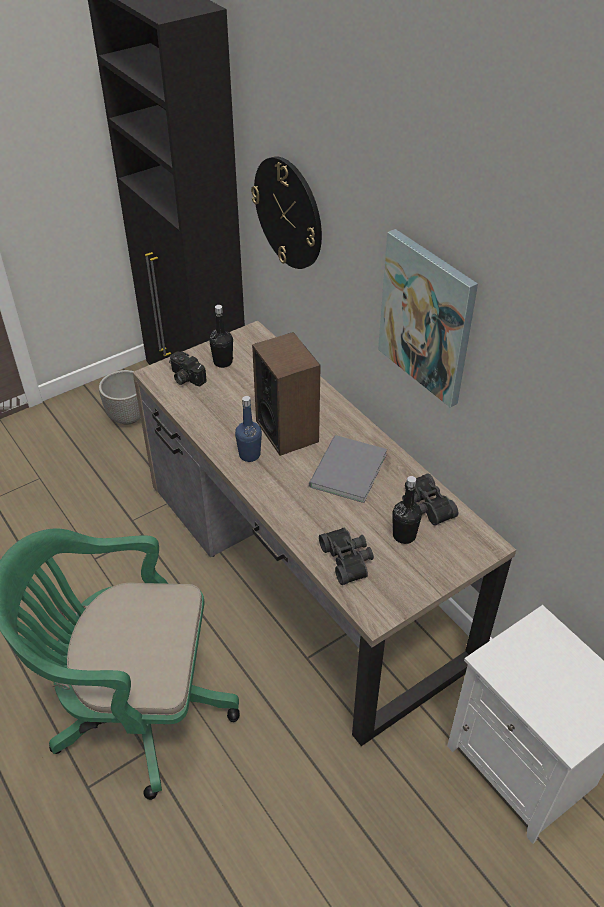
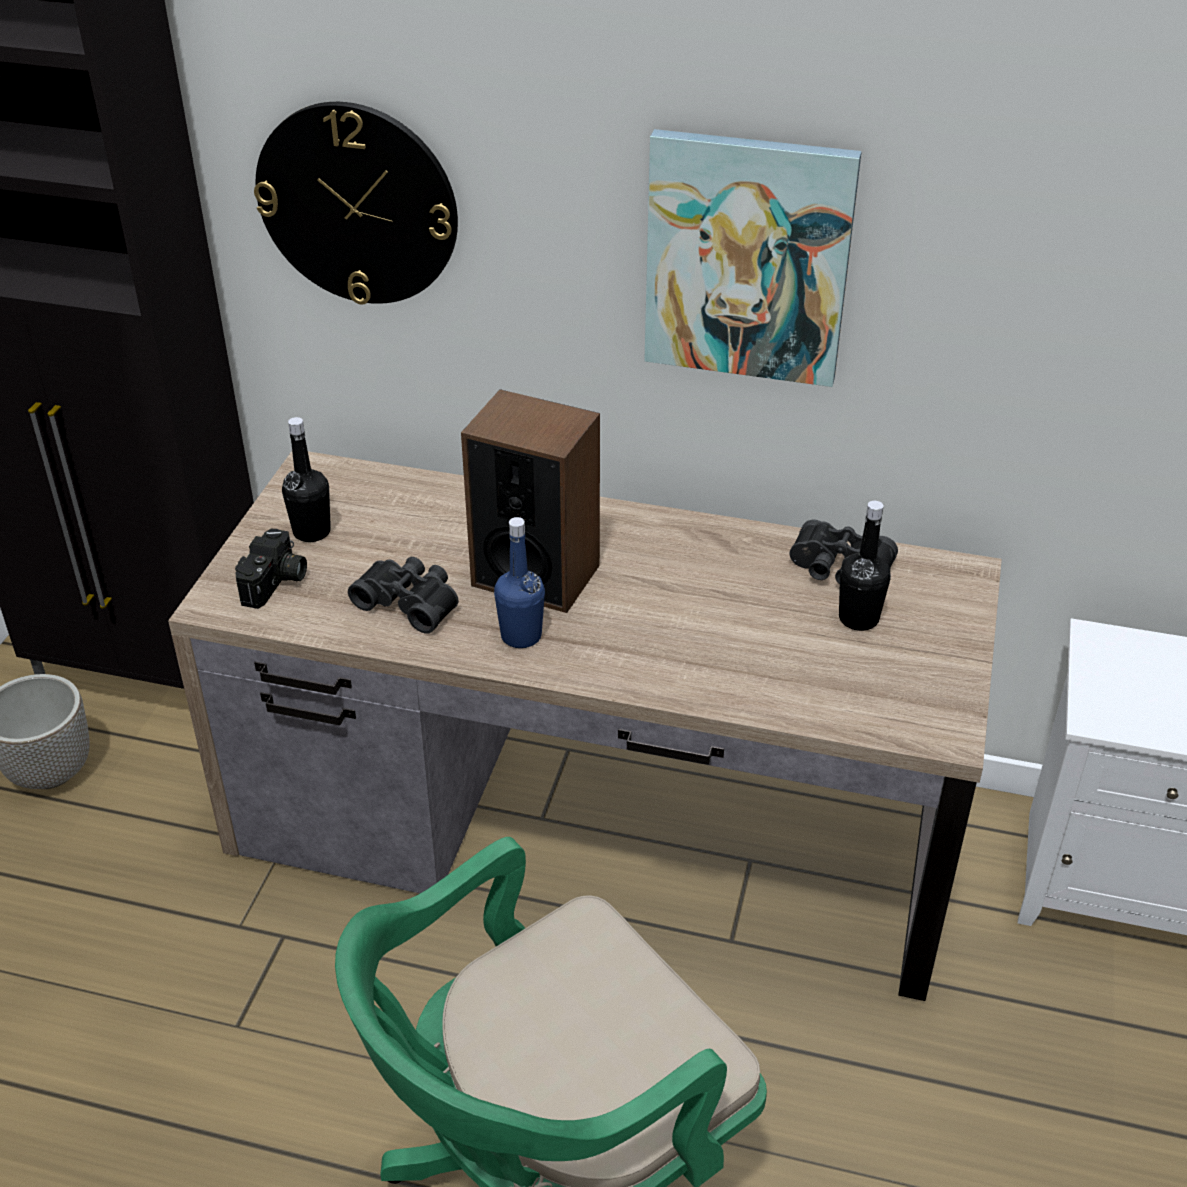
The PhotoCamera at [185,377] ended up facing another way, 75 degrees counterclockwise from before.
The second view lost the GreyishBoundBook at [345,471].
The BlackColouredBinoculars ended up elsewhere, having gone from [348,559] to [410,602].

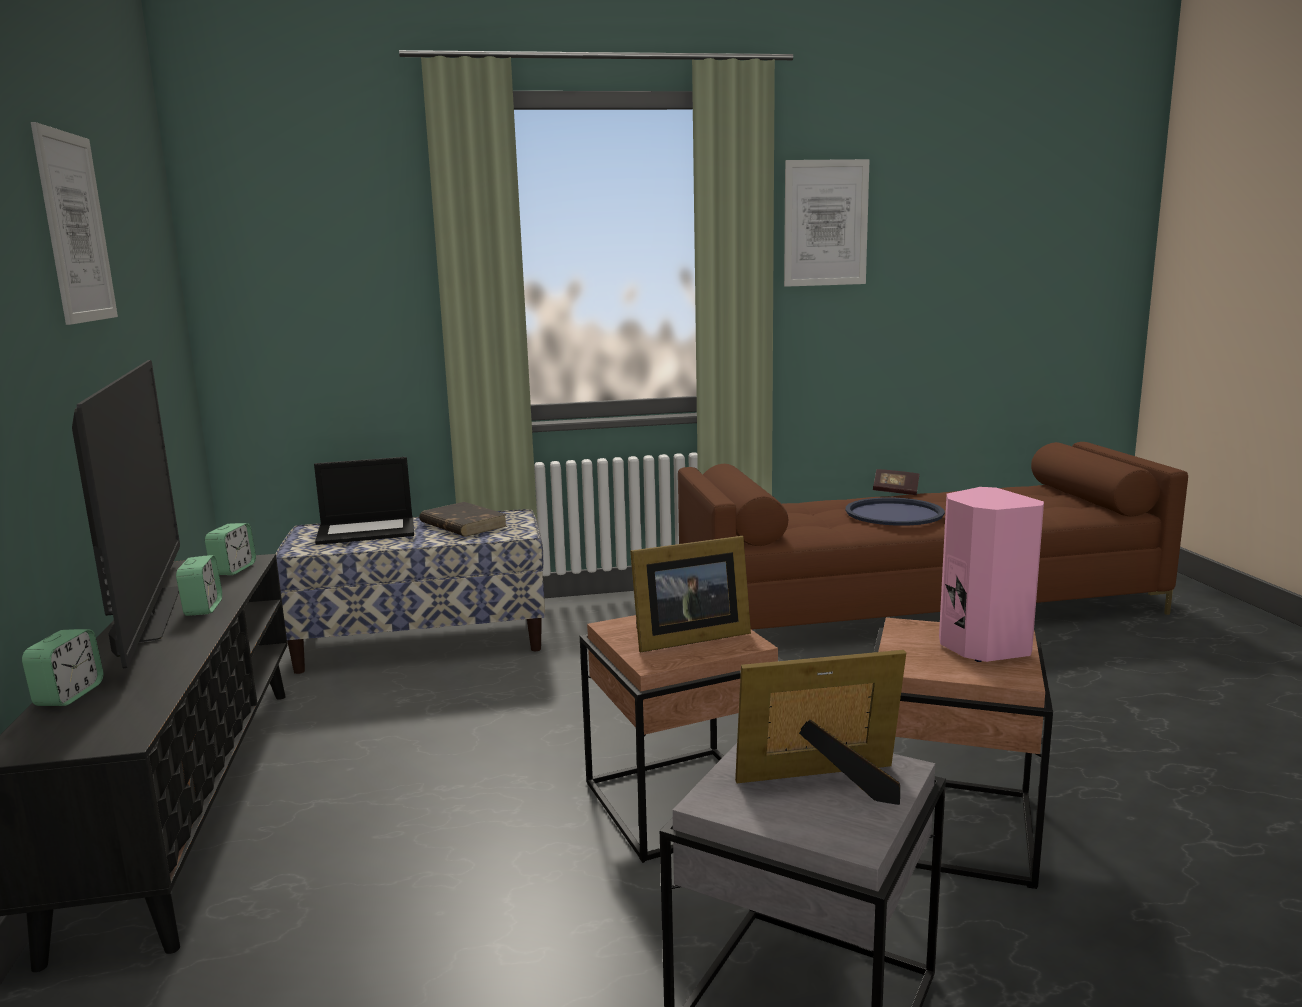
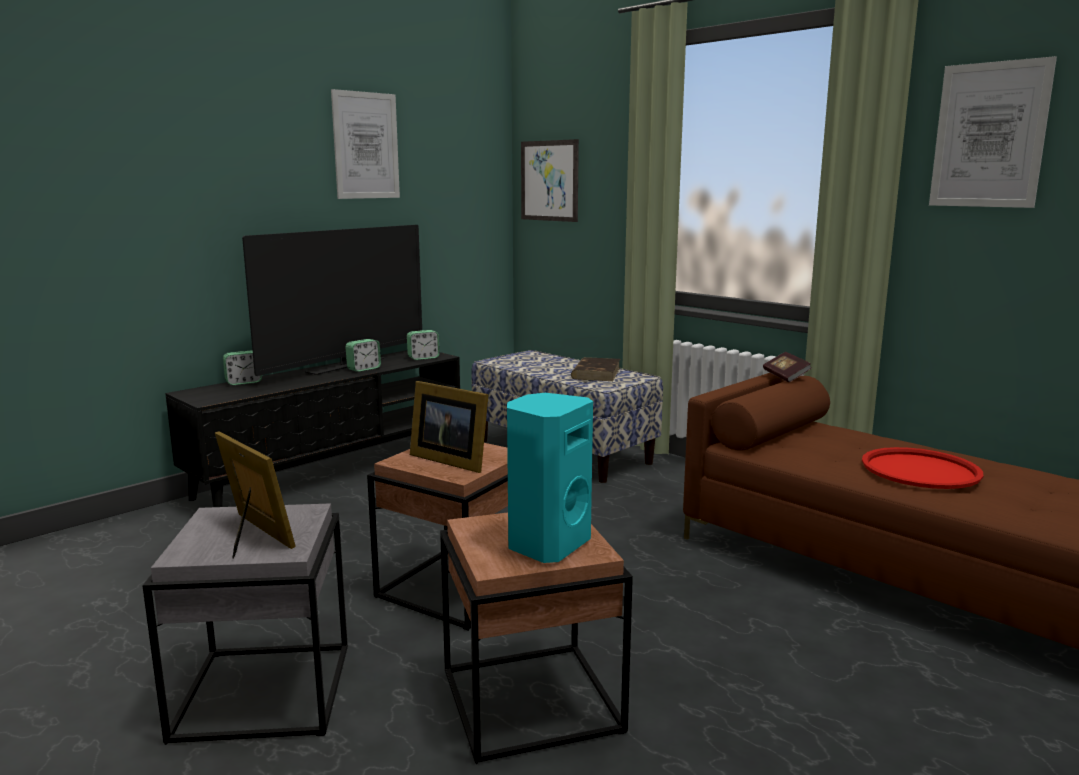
The second view lost the PortableComputer at [367,531].
The BoundBook ended up elsewhere, having gone from [895,491] to [786,376].
What was the PinkSpeaker at [980,648] turned into the TurquoiseSpeaker at [546,545].
What was the BlueServingTray at [894,513] turned into the RedColouredServingTray at [920,470].
The second view gained the Picture at [549,181].

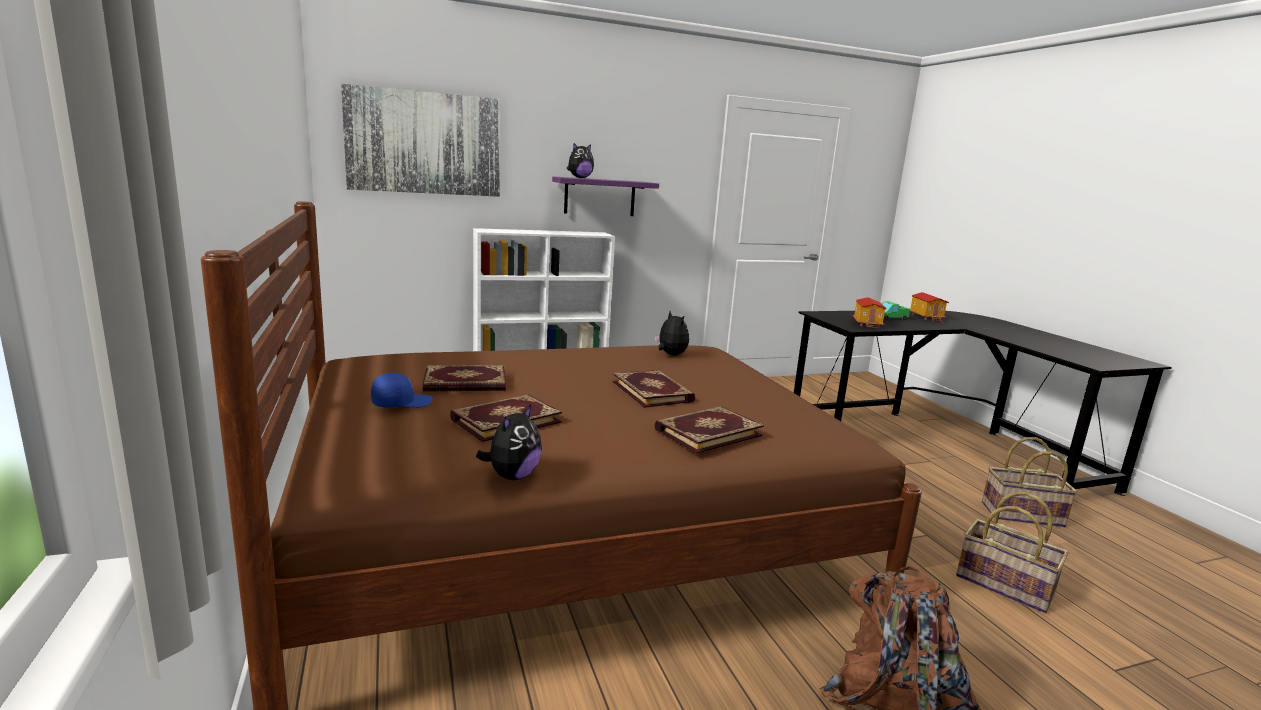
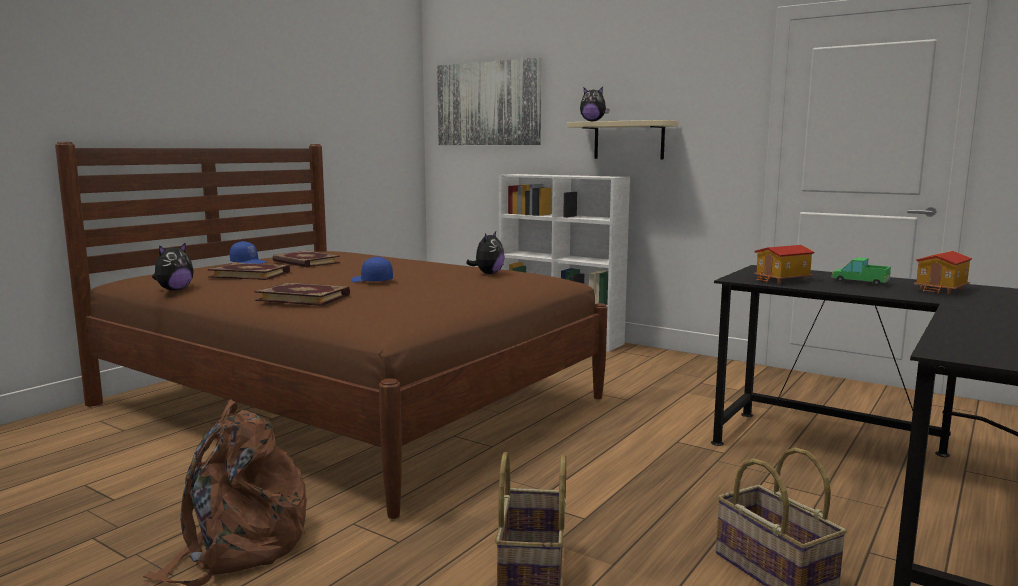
What was the PurpleColouredShelf at [600,197] turned into the BeigeColouredShelf at [629,140].
Where the BoundBook stood at [653,391], the BlueCap came to stand at [371,281].
The PlushToy at [512,476] ended up facing another way, 45 degrees counterclockwise from before.

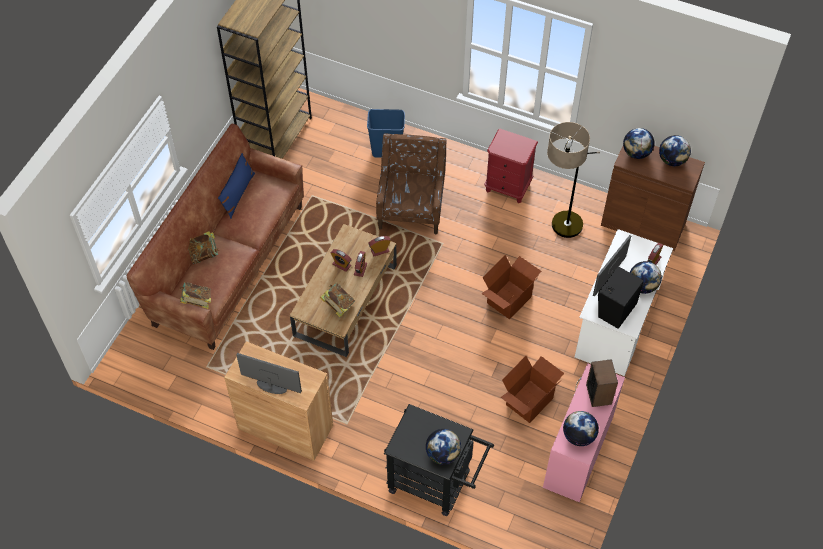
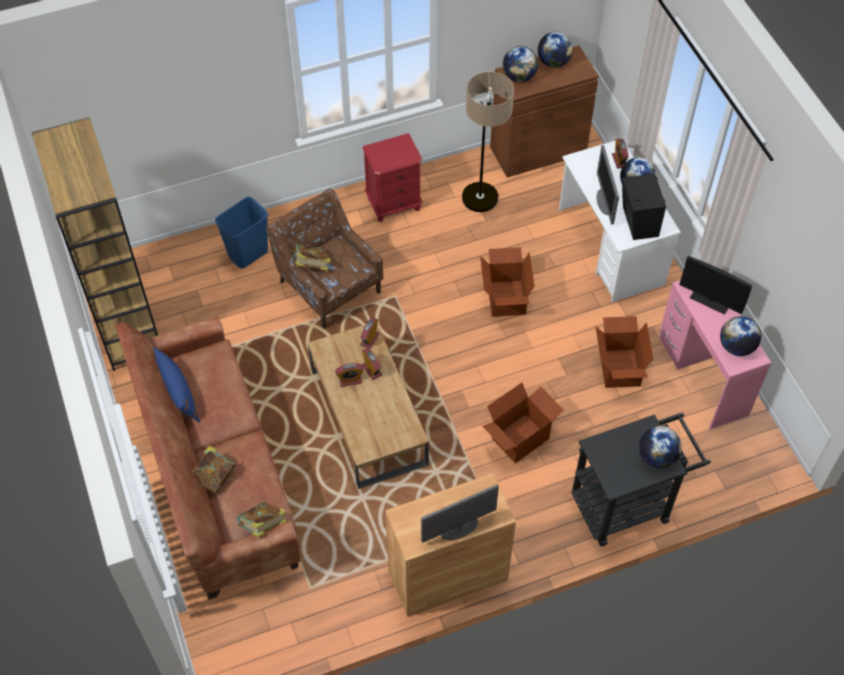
The BoundBook ended up elsewhere, having gone from [338,306] to [311,265].
Where the Speaker stood at [599,394], the Monitor came to stand at [710,300].
The second view gained the Carton at [519,437].

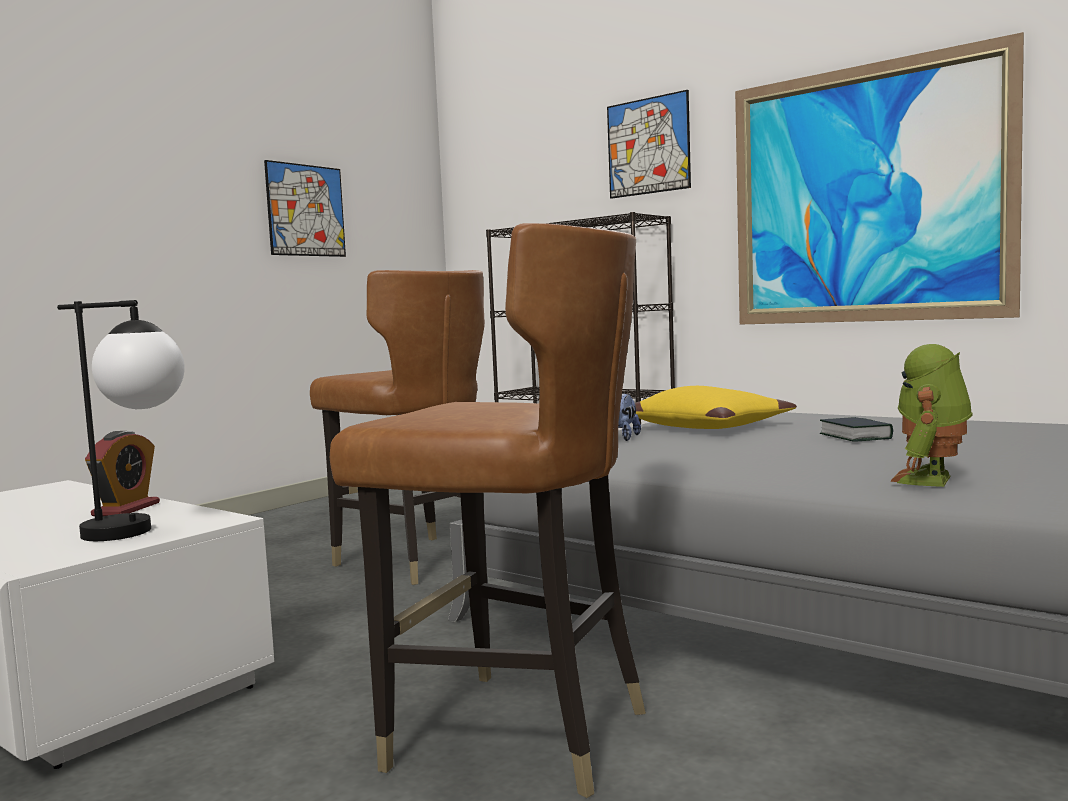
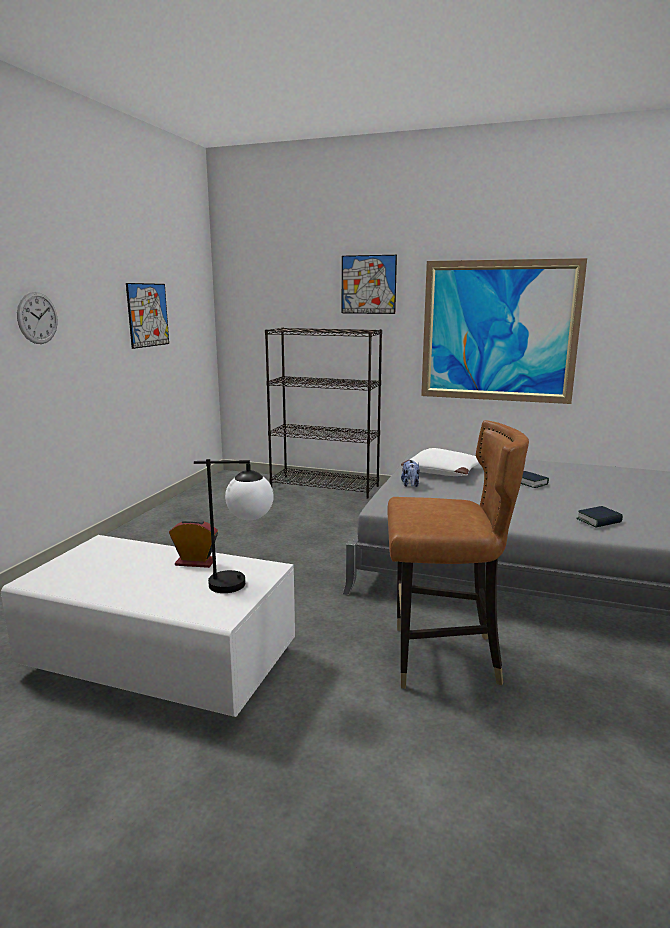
The second view lost the BrownUprightChair at [415,561].
Where the ToyRobot stood at [931,480], the BoundBook came to stand at [599,521].
What was the YellowColouredCushion at [709,427] turned into the WhiteCushion at [443,472].
The BedsideClock at [126,509] ended up facing another way, 75 degrees counterclockwise from before.
The second view gained the ClockOnTheWall at [37,318].

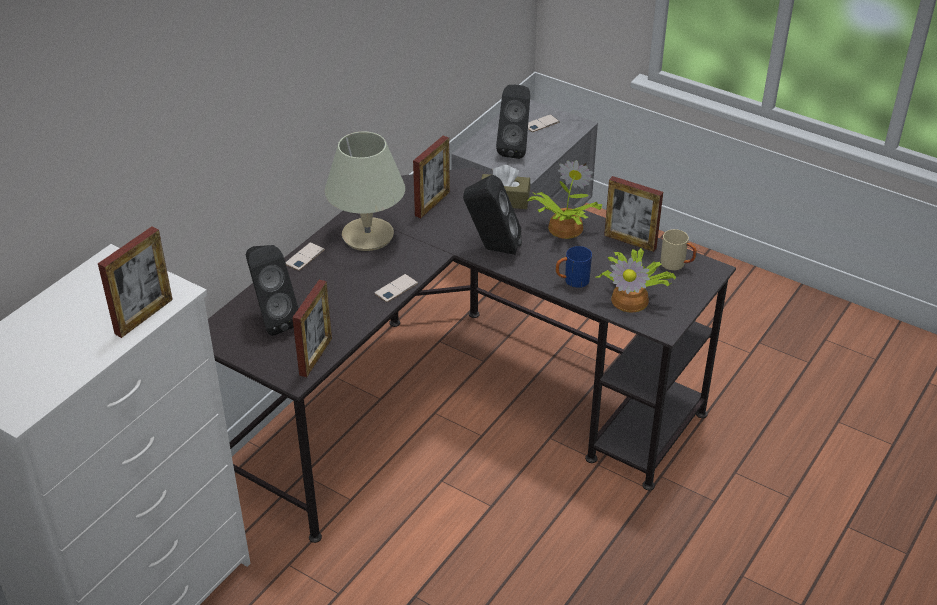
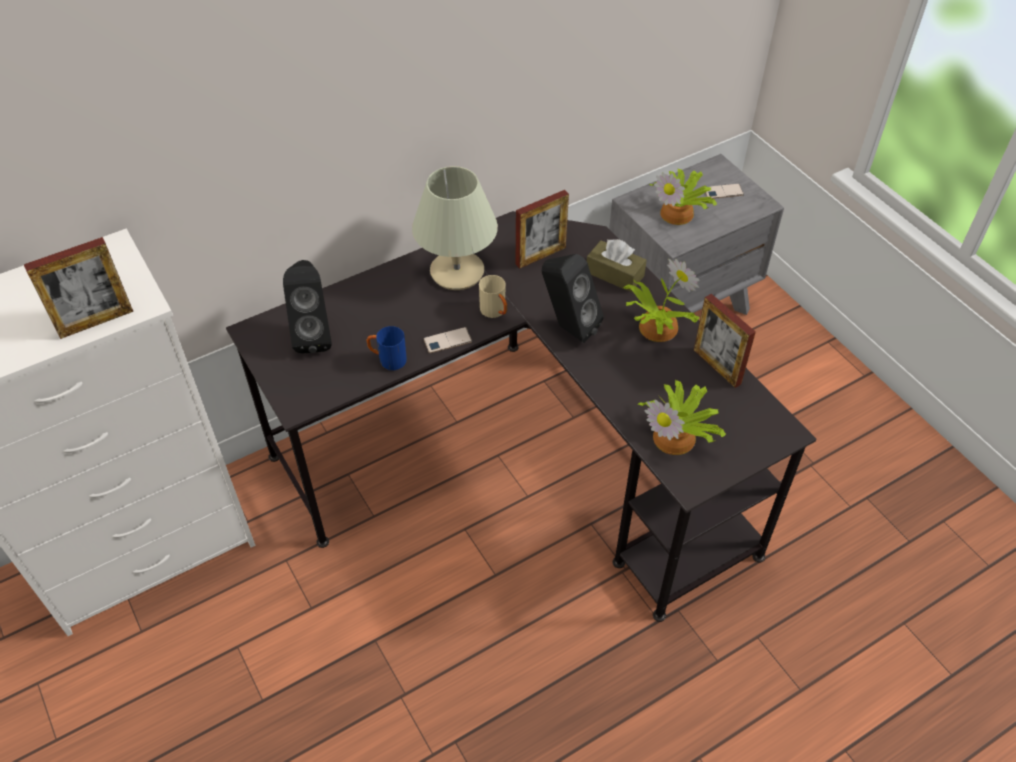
Where the BlackColouredSpeaker stood at [515,149], the PlantInAPot came to stand at [679,213].
The BeigeColouredTeaMug ended up elsewhere, having gone from [677,265] to [495,312].
The second view lost the Handset at [304,257].
The BlueTeaMug ended up elsewhere, having gone from [572,281] to [387,360].
The second view lost the StandingFrame at [315,356].

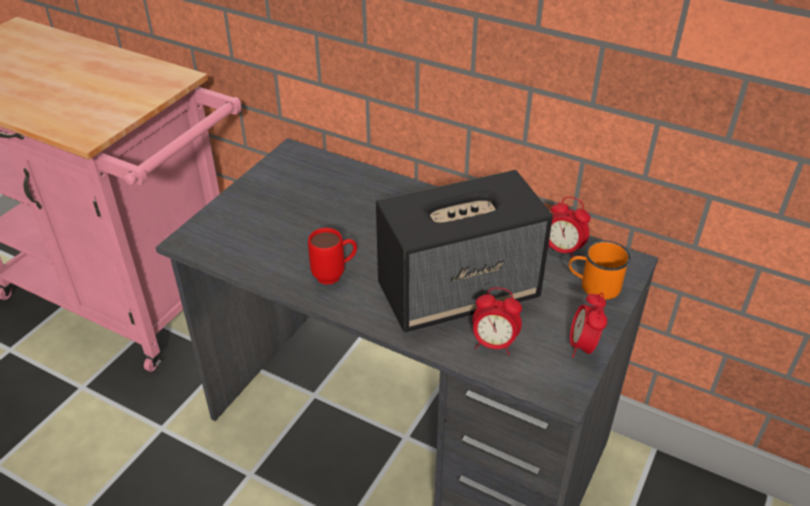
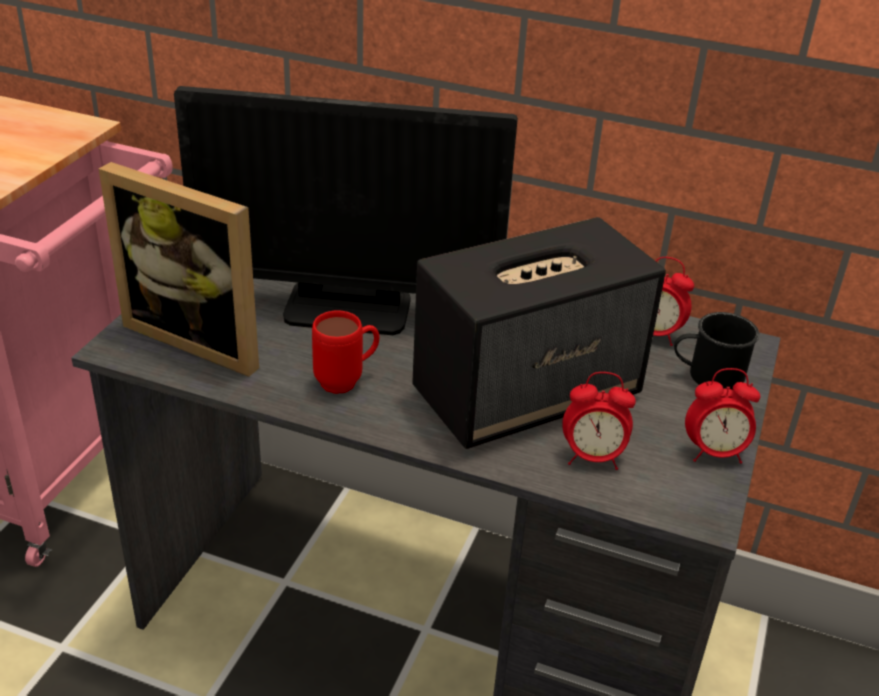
What was the OrangeTeaMug at [594,285] turned into the BlackColouredTeaMug at [707,376].
The BedsideClock at [583,346] ended up facing another way, 90 degrees counterclockwise from before.
The second view gained the Monitor at [348,308].
The second view gained the StandingFrame at [202,337].

